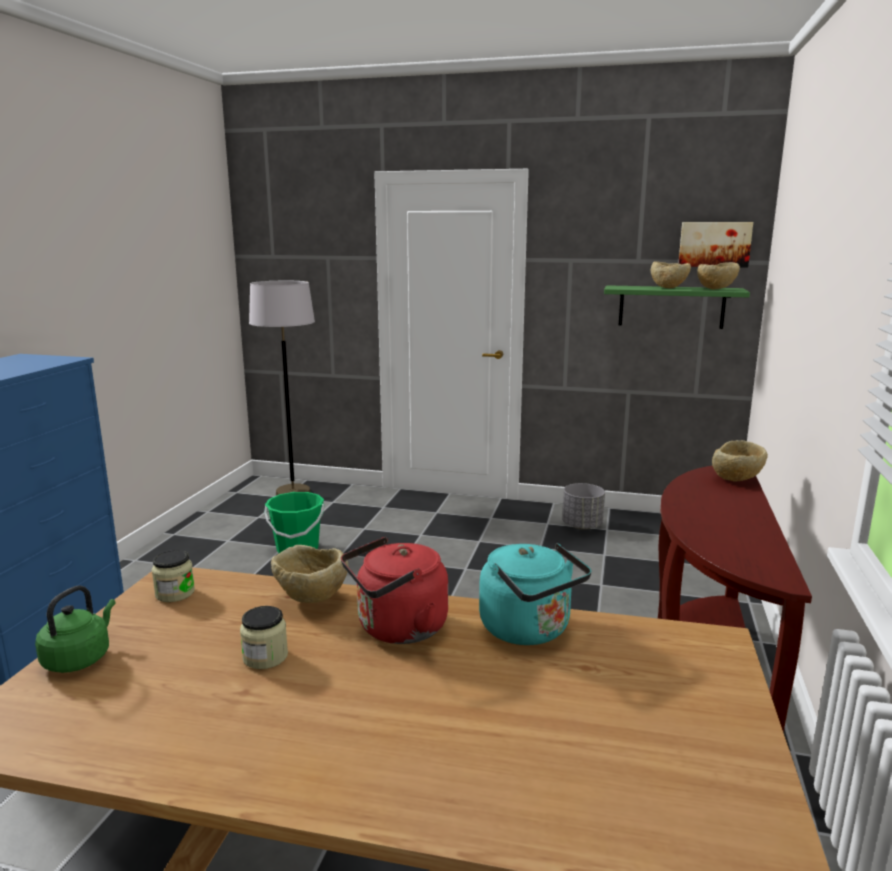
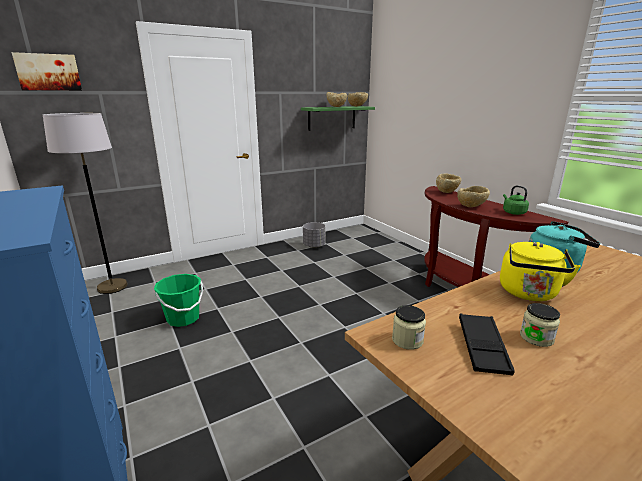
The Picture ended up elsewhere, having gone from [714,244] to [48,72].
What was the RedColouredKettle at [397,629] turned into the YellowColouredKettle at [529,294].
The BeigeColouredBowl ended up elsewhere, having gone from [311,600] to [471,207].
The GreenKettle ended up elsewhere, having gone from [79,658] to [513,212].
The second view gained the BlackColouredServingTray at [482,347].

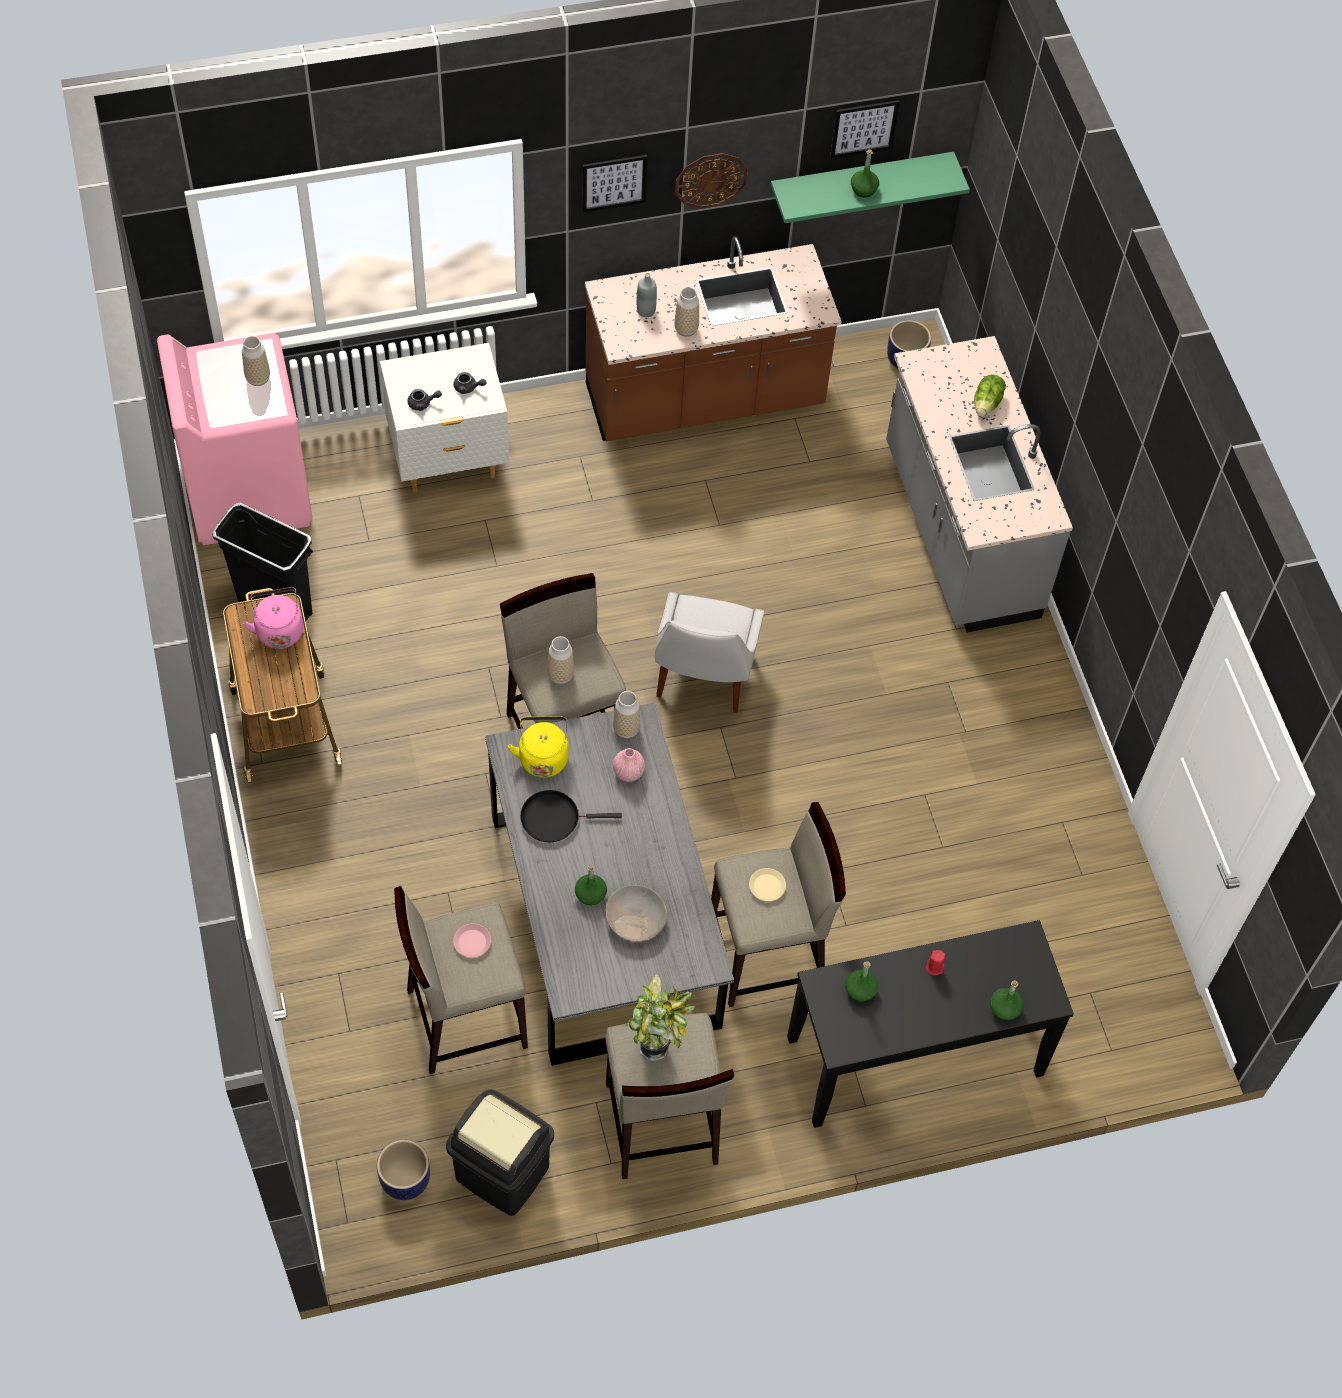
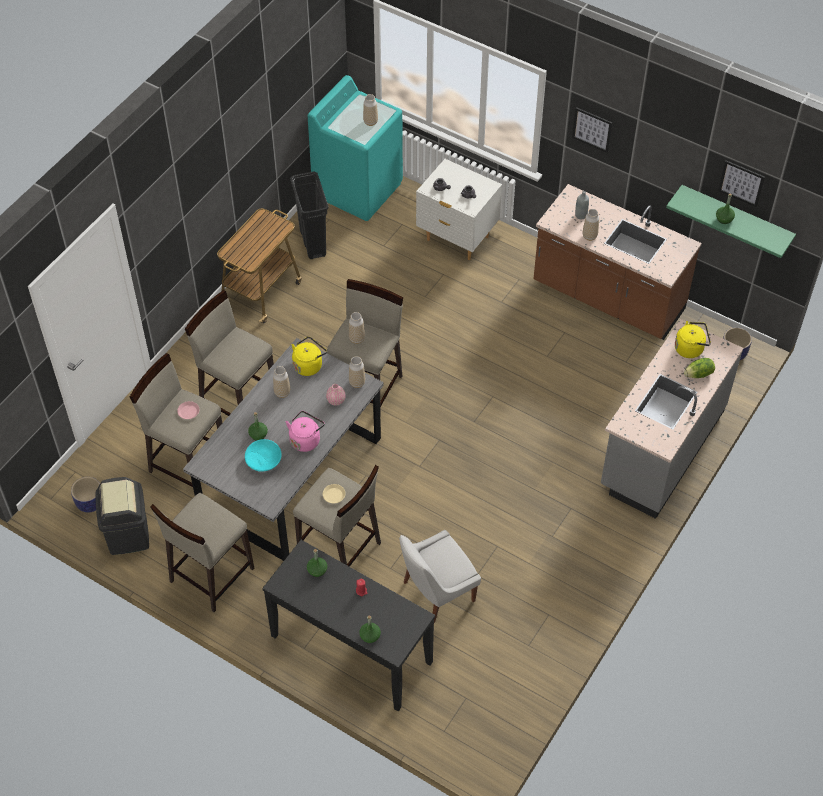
The second view lost the ClockOnTheWall at [710,180].
What was the PinkWashingMachine at [247,492] turned into the TurquoiseWashingMachine at [358,189].
The PinkKettle ended up elsewhere, having gone from [279,629] to [306,439].
The WhiteUprightChair ended up elsewhere, having gone from [703,678] to [436,593].
Where the BlackColouredPan stood at [554,818], the Vase came to stand at [282,393].
What was the BeigeColouredBowl at [635,919] turned into the TurquoiseBowl at [264,460].
The second view lost the PlantInAPot at [658,1047].
The second view gained the BeigeColouredSittingStool at [238,400].
The second view gained the YellowColouredKettle at [690,348].

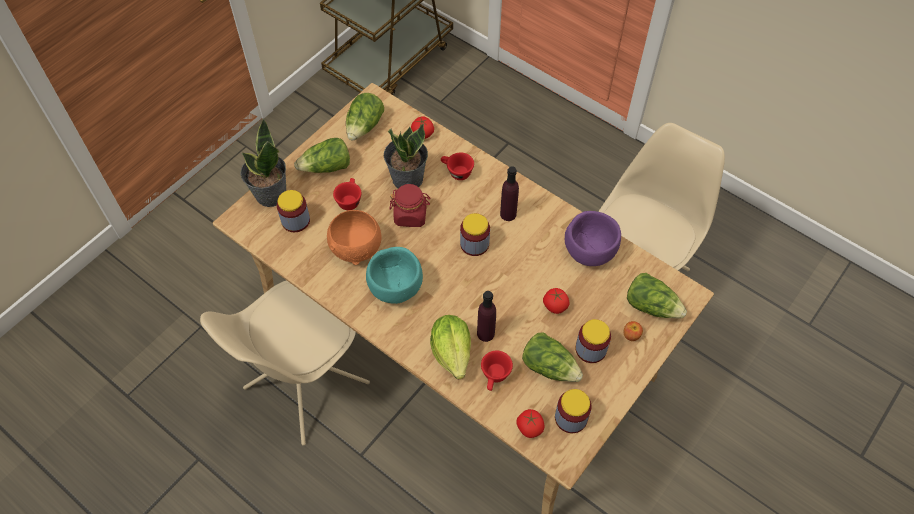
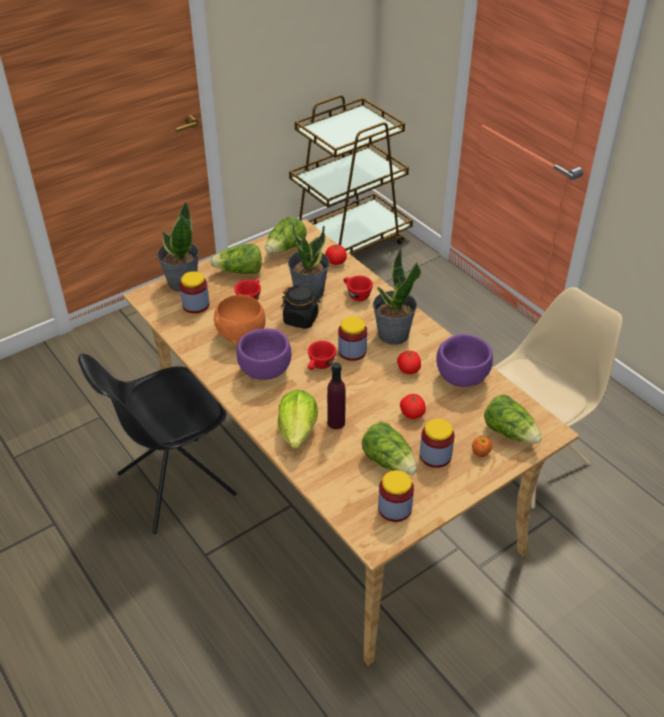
Where the PurpleColouredDrinkBottle stood at [508,214], the PlantInAPot came to stand at [393,334].
What was the RedColouredJar at [410,215] turned into the BlackColouredJar at [301,319].
What was the TurquoiseBowl at [396,287] turned into the PurpleColouredBowl at [265,371].
What was the BeigeColouredUprightChair at [304,387] turned into the BlackColouredUprightChair at [174,485].
The RedColouredCup ended up elsewhere, having gone from [495,377] to [320,366].
The WholeTomato ended up elsewhere, having gone from [529,428] to [408,370].

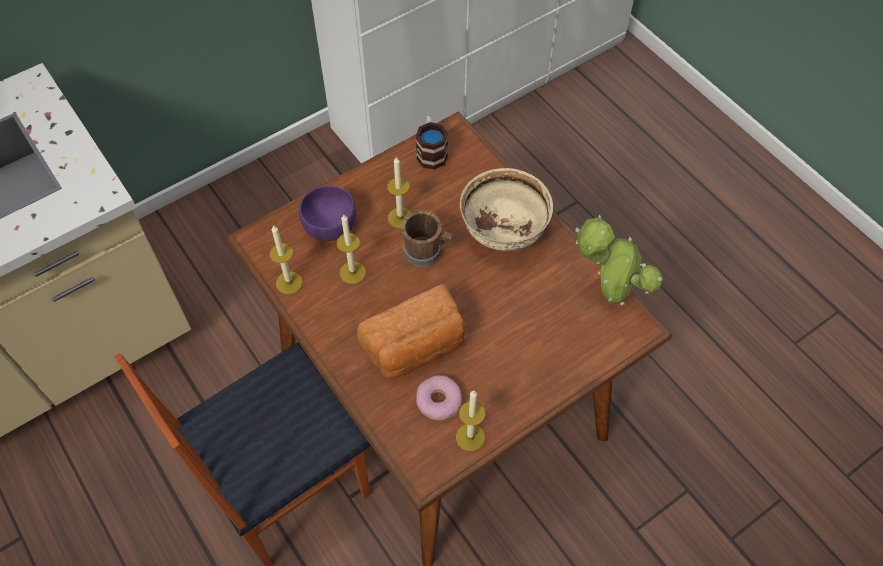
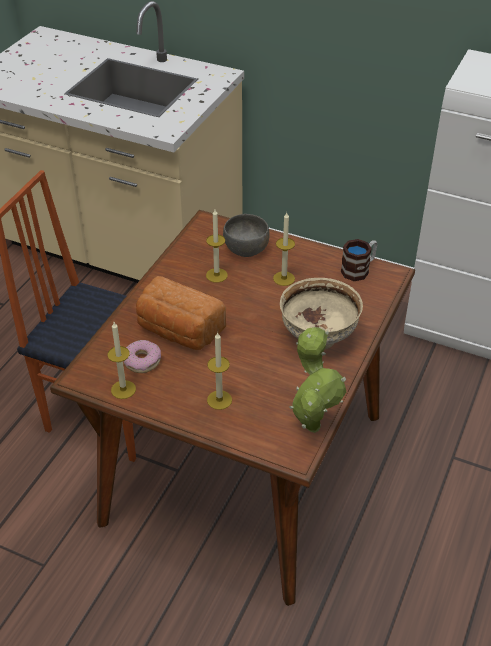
What was the PurpleColouredBowl at [331,226] turned into the GreyishBowl at [246,249].
The second view lost the BrownTeaMug at [427,252].
The WaxLight ended up elsewhere, having gone from [289,282] to [219,400].

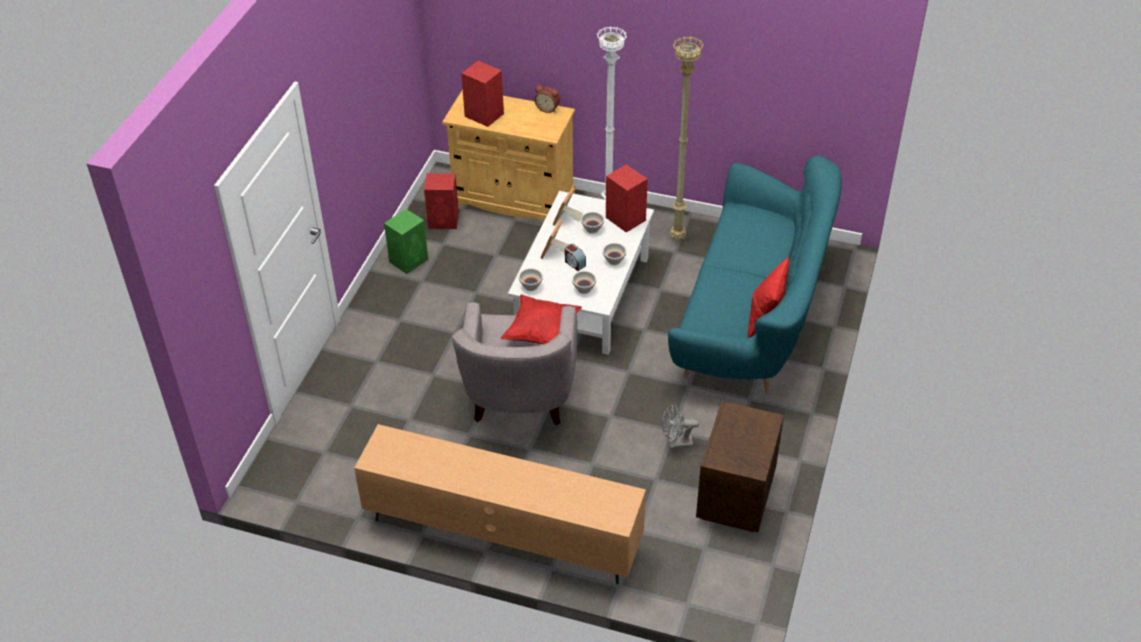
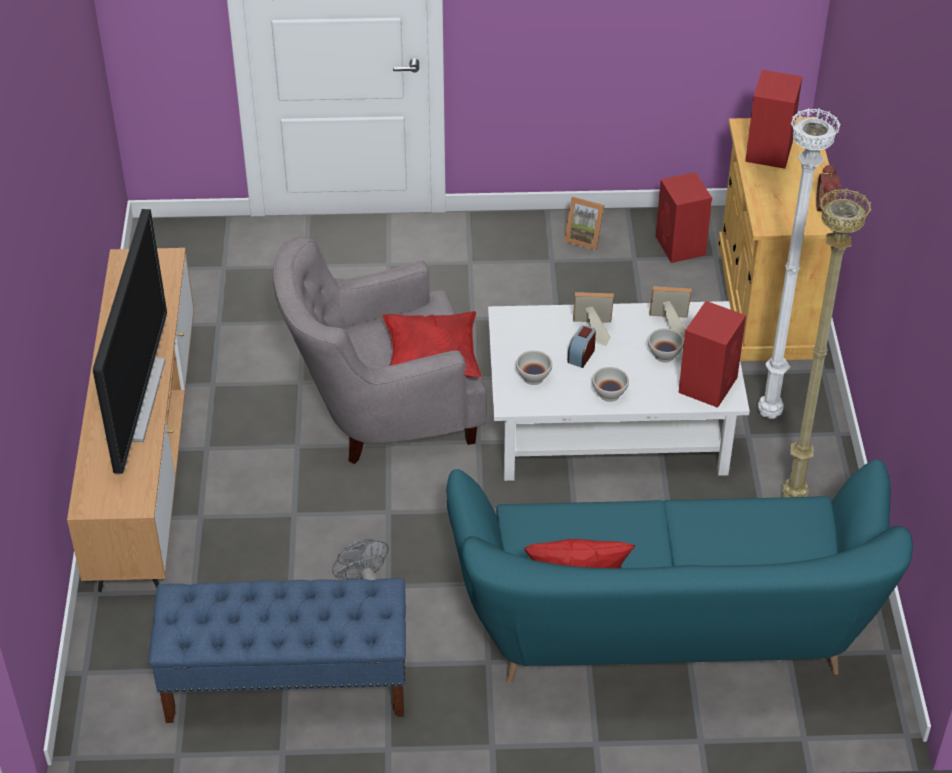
Where the GreenSpeaker stood at [409,260], the StandingFrame came to stand at [584,238].
The second view lost the WhiteBowl at [530,286].
Where the BrownNightstand stood at [734,498], the BlueIndoorBench came to stand at [285,684].
The second view gained the TvSet at [136,399].

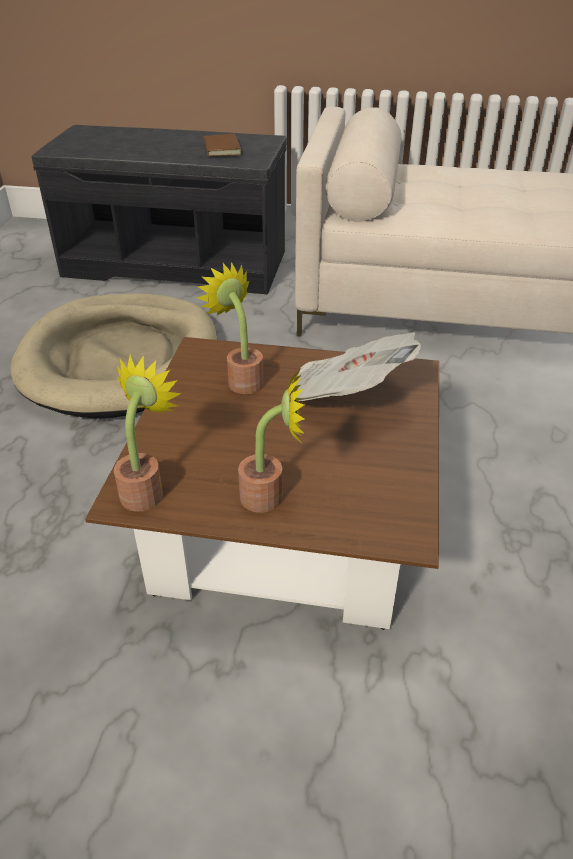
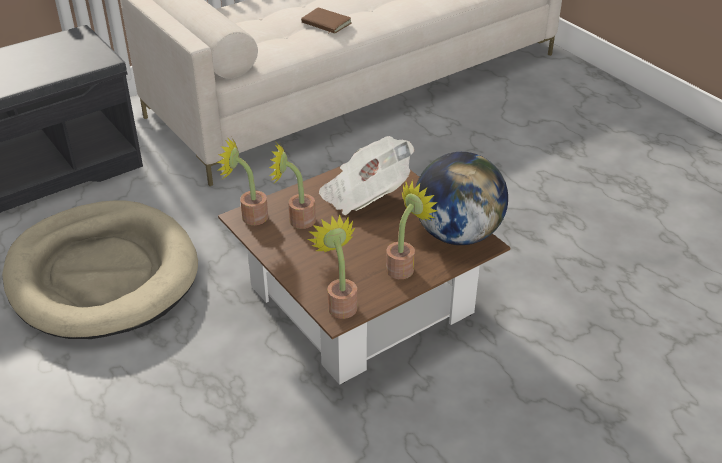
The BrownBoundBook ended up elsewhere, having gone from [220,149] to [325,24].
The second view gained the PlantInAPot at [249,216].
The second view gained the WorldGlobe at [457,234].

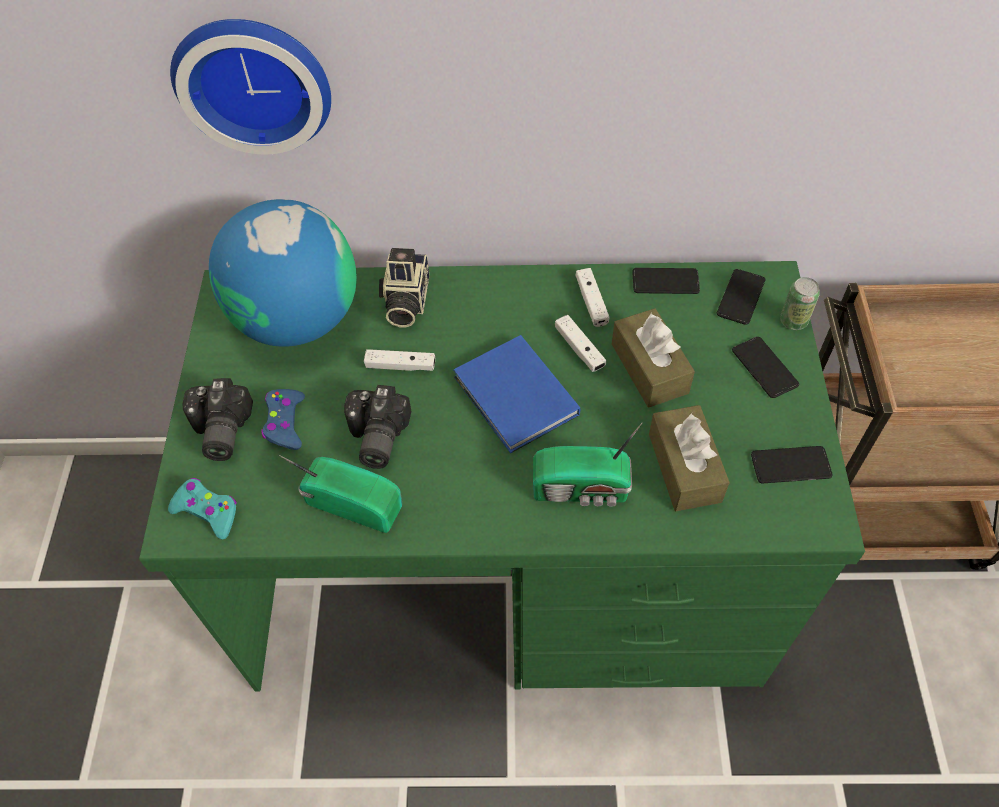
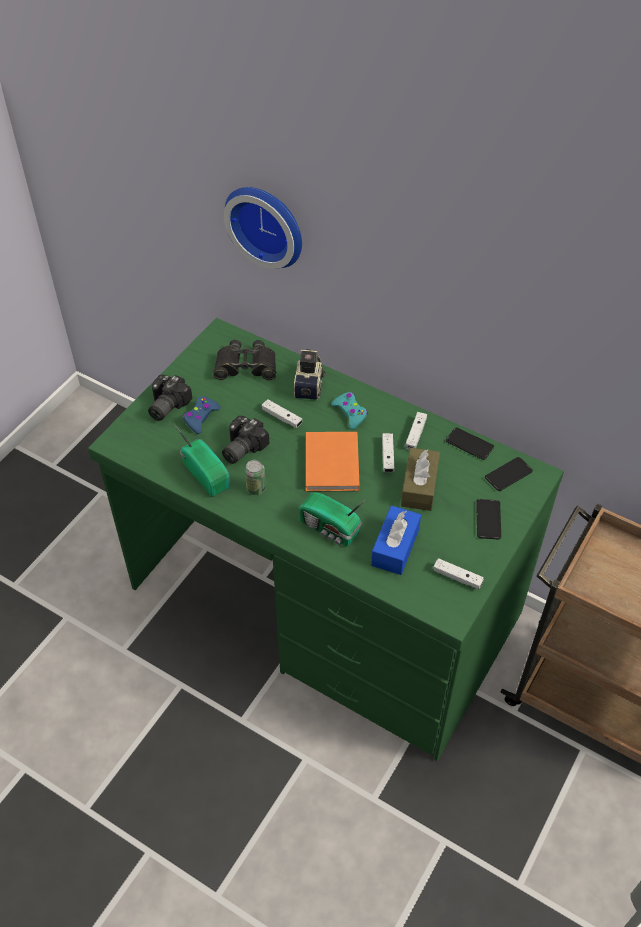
Where the WorldGlobe stood at [297,318], the BlackColouredBinoculars came to stand at [246,366].
The PhotoCamera at [405,301] ended up facing another way, 150 degrees clockwise from before.
The Can ended up elsewhere, having gone from [793,321] to [256,489].
What was the BlueBoundBook at [516,399] turned into the OrangeBoundBook at [330,465].
What was the BrownTissueBox at [684,467] turned into the BlueTissueBox at [395,547].
Where the Handset stood at [790,465], the WhiteJoypad came to stand at [457,577].
The TurquoiseJoypad ended up elsewhere, having gone from [207,511] to [350,413].

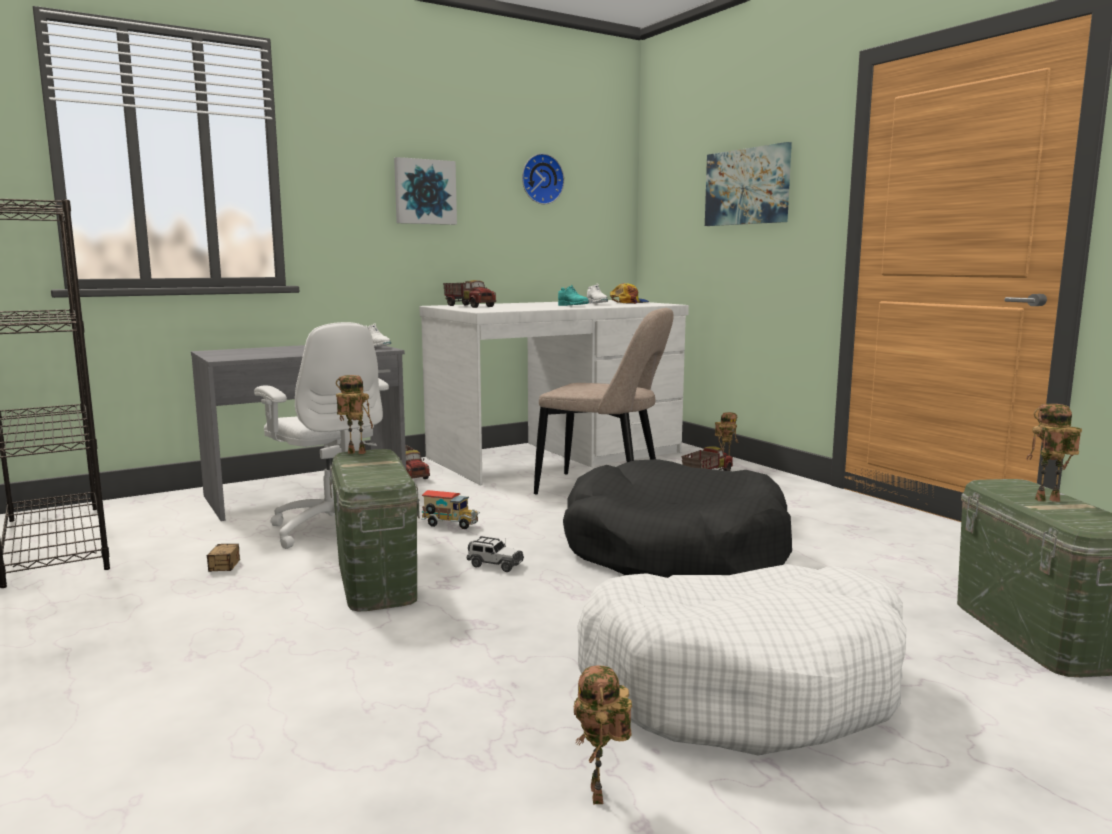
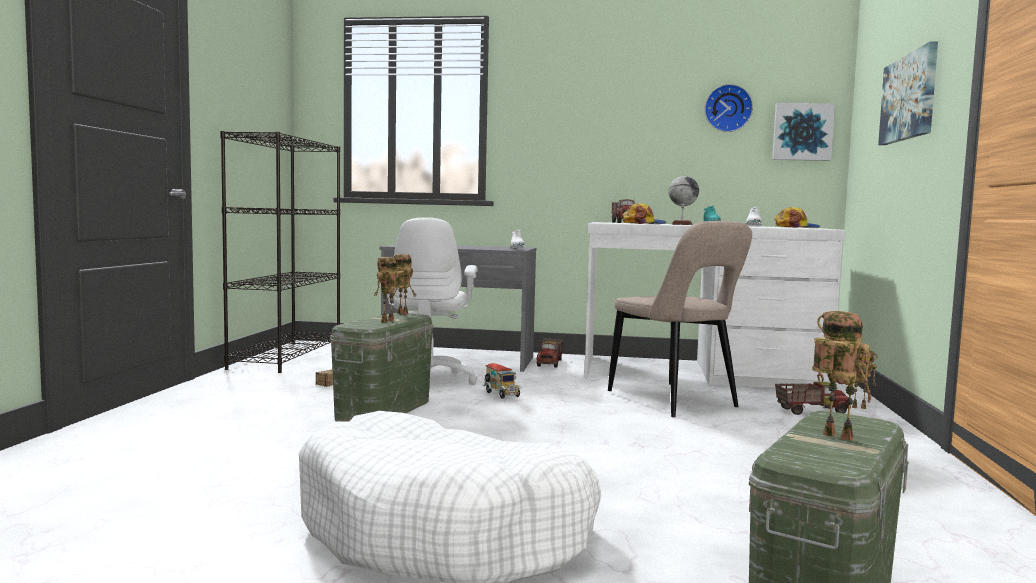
The Picture ended up elsewhere, having gone from [424,192] to [802,132].
The second view lost the BlackColouredDogBed at [674,550].
The second view lost the ToyCar at [495,565].
The ToyRobot ended up elsewhere, having gone from [601,796] to [388,321].
The second view gained the WorldGlobe at [682,224].
The second view gained the Cap at [643,223].

